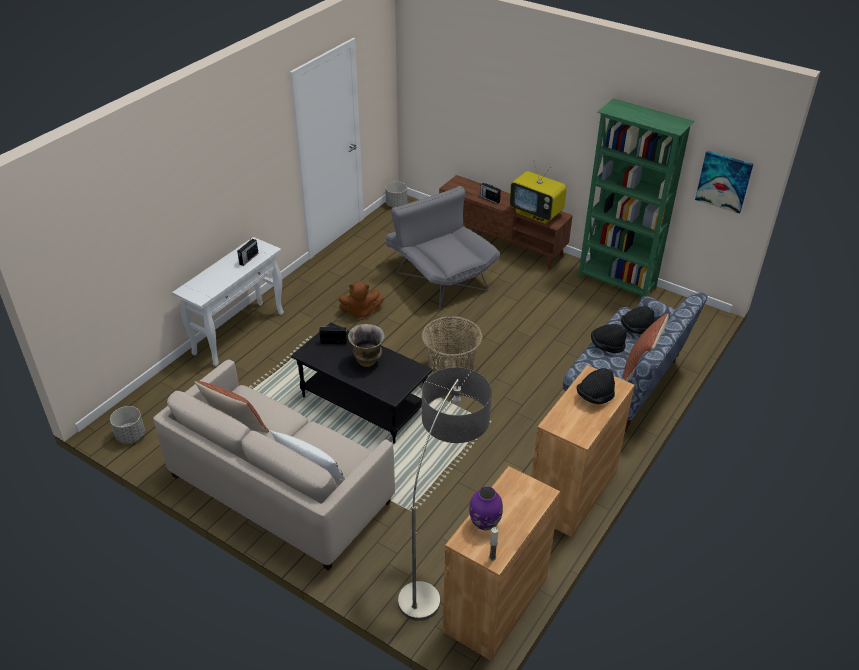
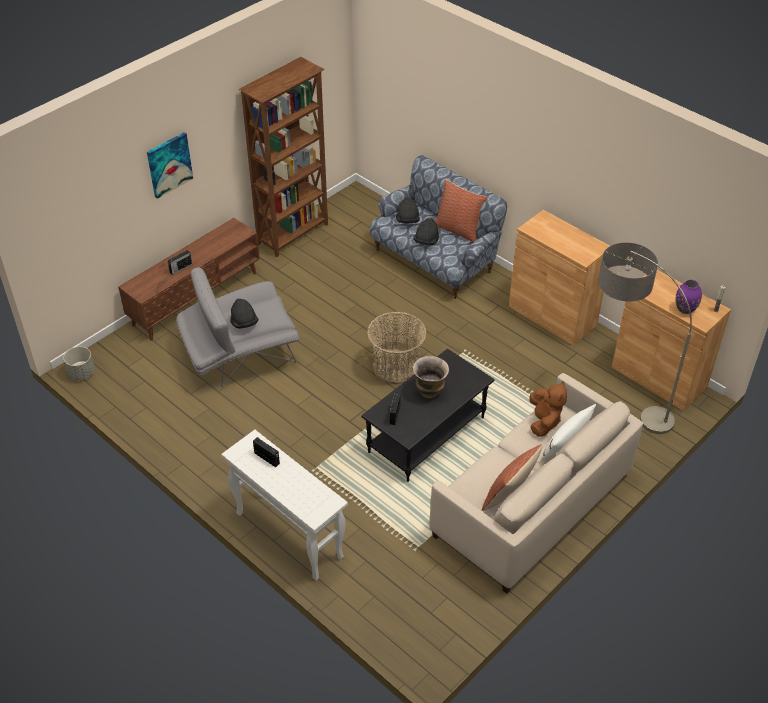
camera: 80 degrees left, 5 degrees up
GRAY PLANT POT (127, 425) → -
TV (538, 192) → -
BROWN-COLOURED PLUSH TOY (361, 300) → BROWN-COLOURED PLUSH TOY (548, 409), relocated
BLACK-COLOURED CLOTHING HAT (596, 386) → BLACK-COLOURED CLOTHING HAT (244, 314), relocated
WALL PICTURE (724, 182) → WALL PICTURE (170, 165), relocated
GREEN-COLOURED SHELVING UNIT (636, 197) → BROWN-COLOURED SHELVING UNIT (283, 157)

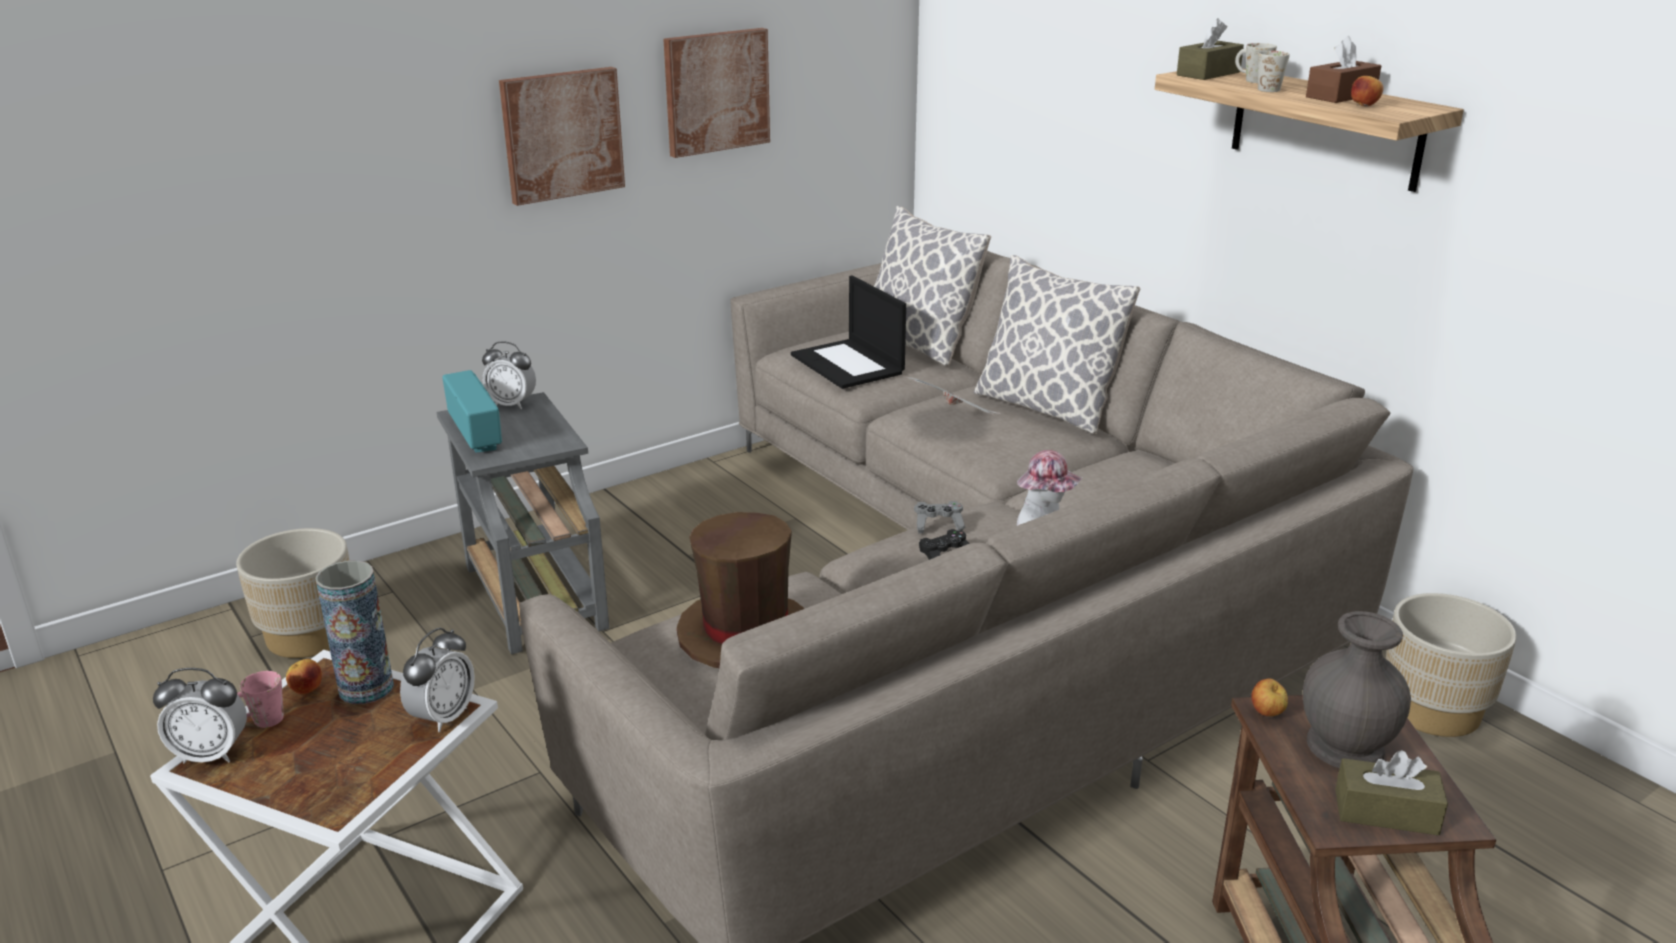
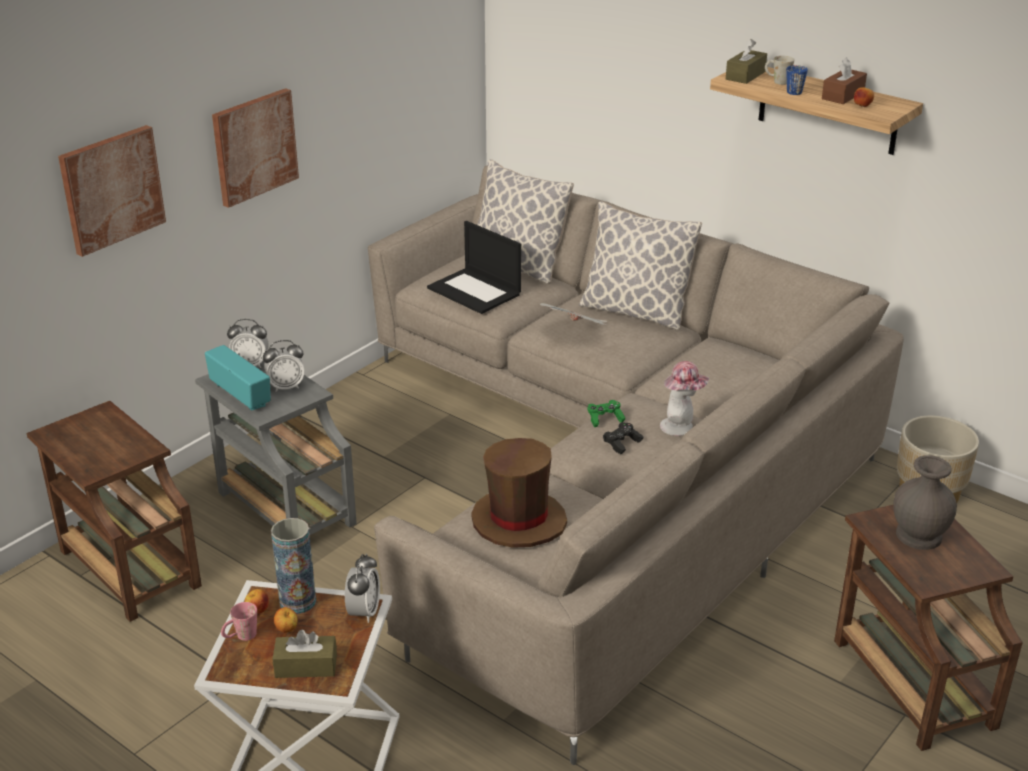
camera: 15 degrees left, 5 degrees up
BEDSIDE CLOCK (200, 716) → BEDSIDE CLOCK (284, 366), relocated
WALL PICTURE (716, 93) → WALL PICTURE (112, 191), relocated
APPLE FRUIT (1269, 697) → APPLE FRUIT (286, 620), relocated
BROWN-COLOURED TISSUE HOLDER (1391, 792) → BROWN-COLOURED TISSUE HOLDER (305, 654), relocated
SAND-COLOURED PLANT POT (292, 593) → BROWN-COLOURED END TABLE (114, 511)
GRAY JOYPAD (939, 517) → GREEN-COLOURED JOYPAD (606, 413)
WHITE-COLOURED MUG (1274, 71) → BLUE MUG (797, 80)

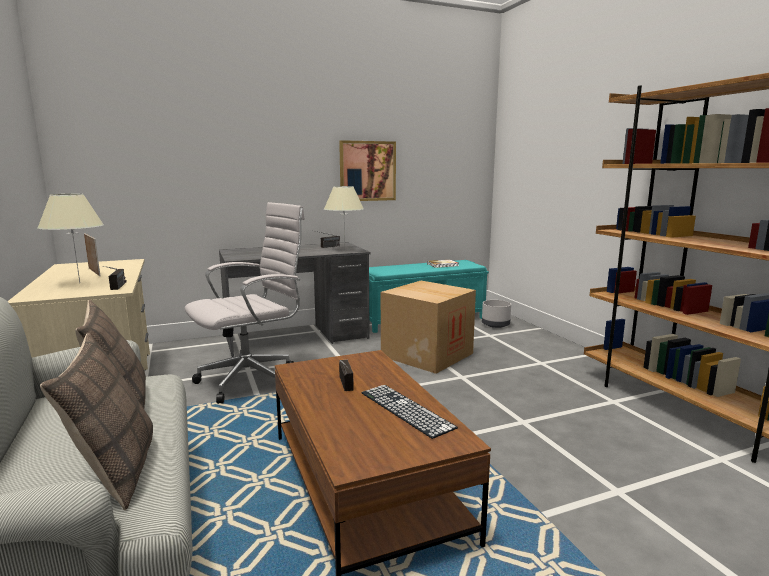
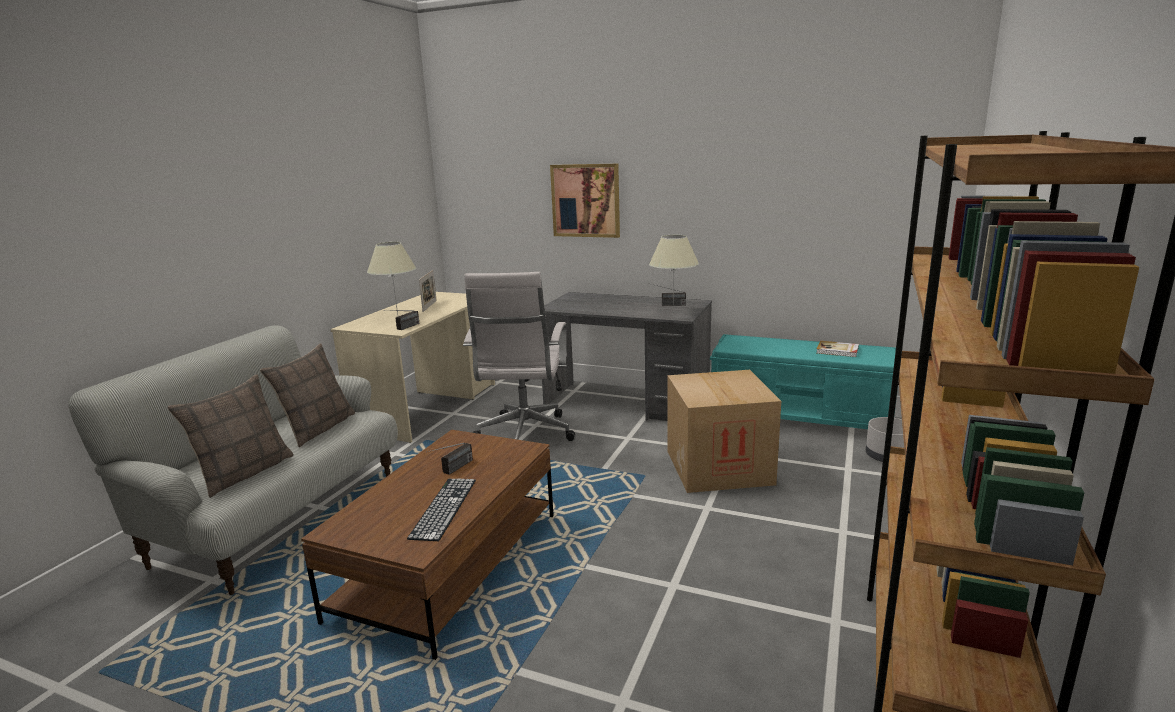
camera: 45 degrees right, 5 degrees up
WALL PICTURE (367, 170) → WALL PICTURE (585, 201), relocated
WHITE-COLOURED COMPUTER CHAIR (245, 303) → WHITE-COLOURED COMPUTER CHAIR (519, 356), 90 degrees clockwise

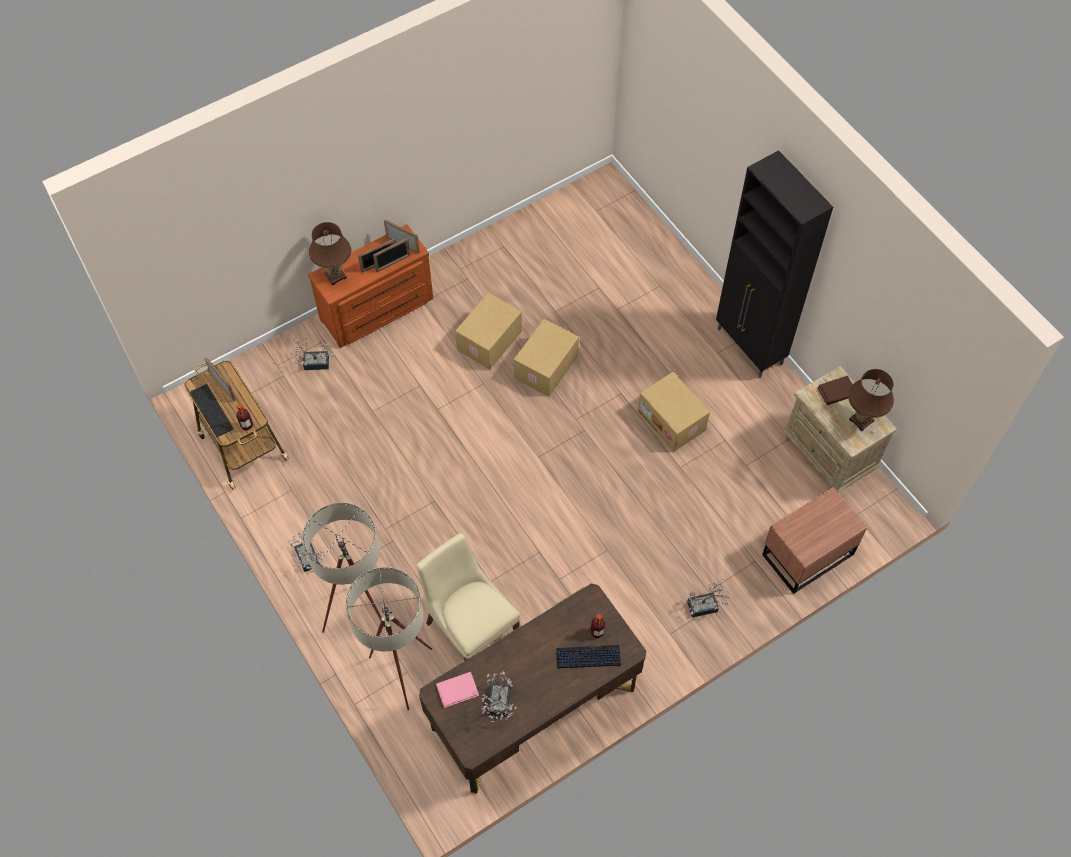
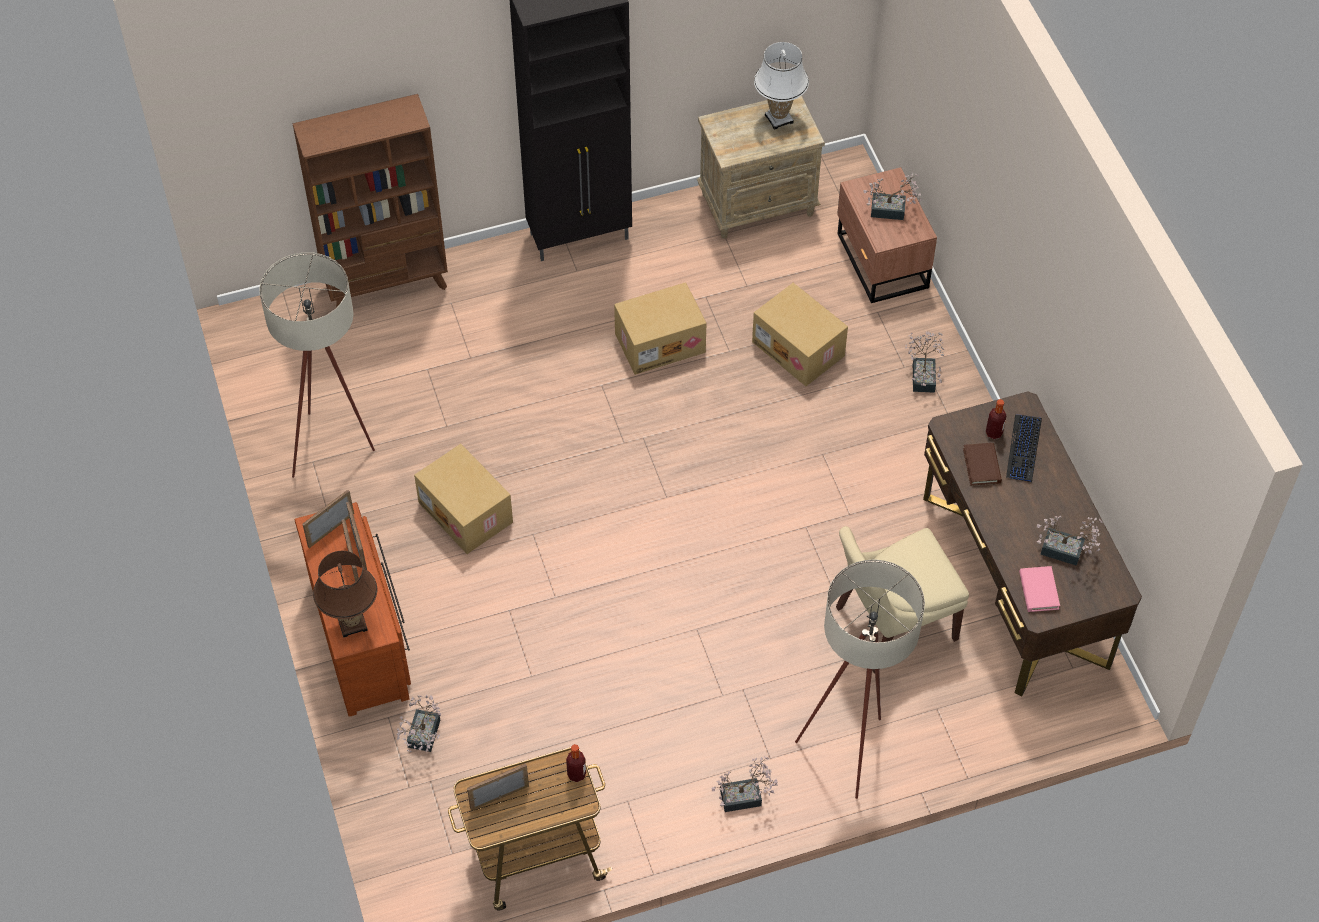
camera: 75 degrees left, 5 degrees down
COMPUTER KEYBOARD (211, 410) → -
- → BROWN-COLOURED SHELVING UNIT (370, 200)
- → POTTED PLANT (892, 196)
SAND-COLOURED STANDARD LAMP (388, 639) → SAND-COLOURED STANDARD LAMP (317, 365), relocated
PACKING BOX (546, 358) → PACKING BOX (800, 334), relocated
BROWN-COLOURED BOOK (835, 390) → BROWN-COLOURED BOOK (982, 464), relocated
BROWN-COLOURED LAMP FOR A TABLE (871, 400) → WHITE-COLOURED LAMP FOR A TABLE (781, 86)

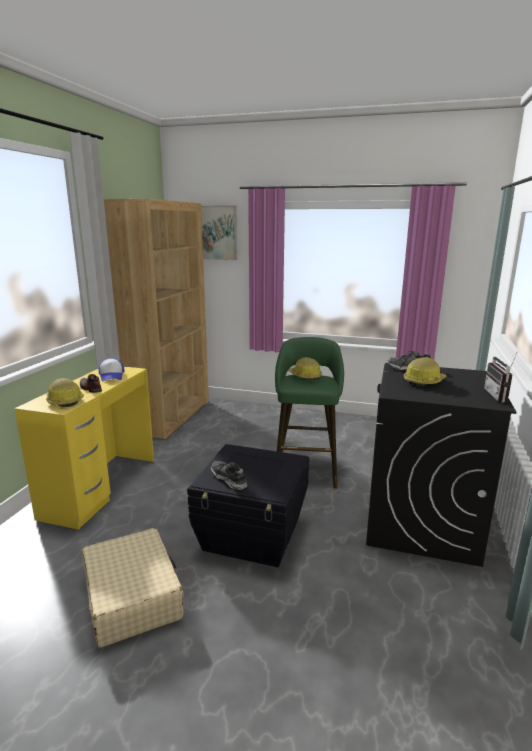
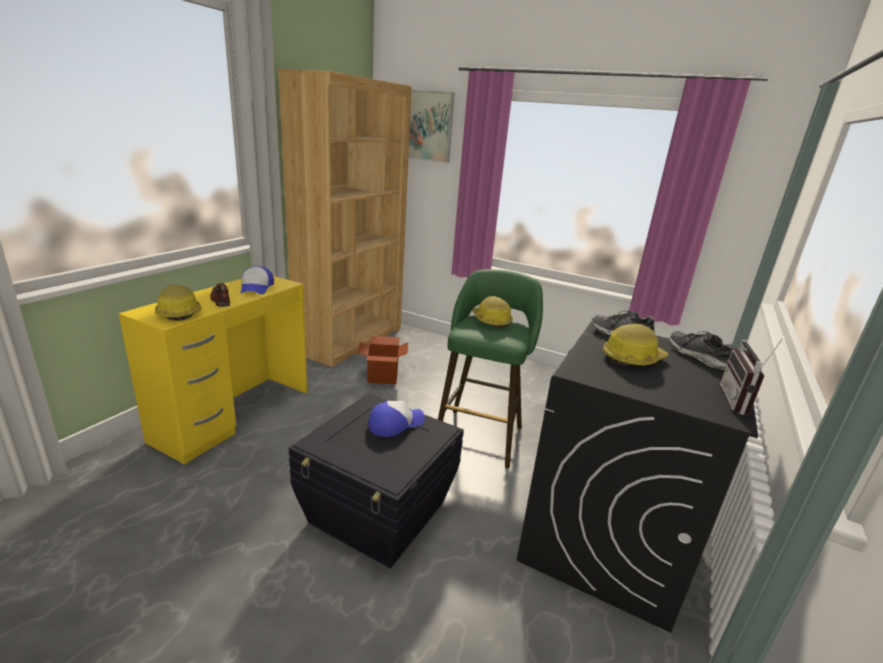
camera: 10 degrees right, 5 degrees up
SAND-COLOURED PIECE OF LUGGAGE (132, 588) → -
- → PACKING BOX (382, 360)
- → BASEBALL CAP (396, 419)
LOW SHOE (229, 475) → LOW SHOE (701, 350), relocated

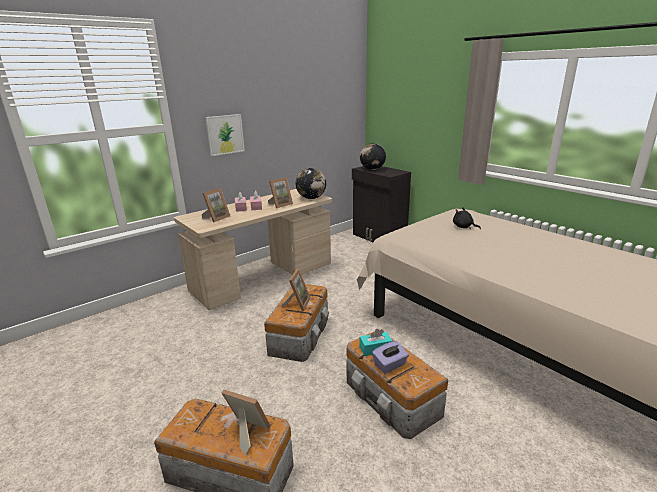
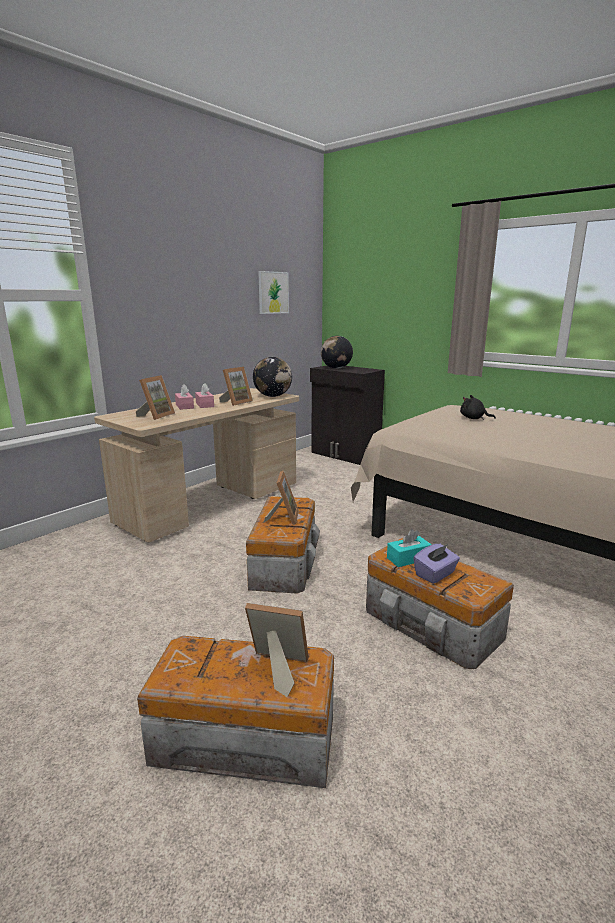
camera: 10 degrees left, 5 degrees down
WALL PICTURE (225, 135) → WALL PICTURE (273, 292), relocated

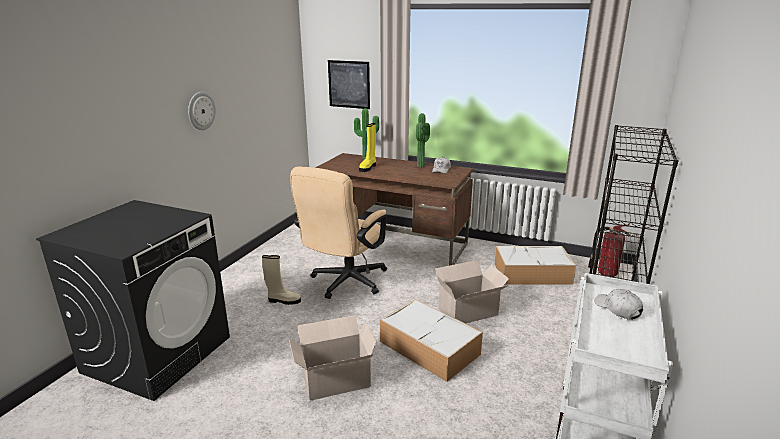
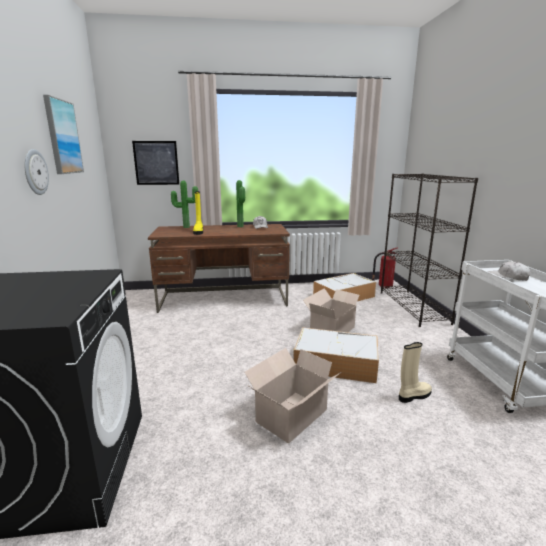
camera: 30 degrees left, 5 degrees down
SAND-COLOURED COMPUTER CHAIR (338, 232) → -
- → WALL PICTURE (63, 134)
SAND-COLOURED TALL BOOT (281, 280) → SAND-COLOURED TALL BOOT (415, 372), relocated

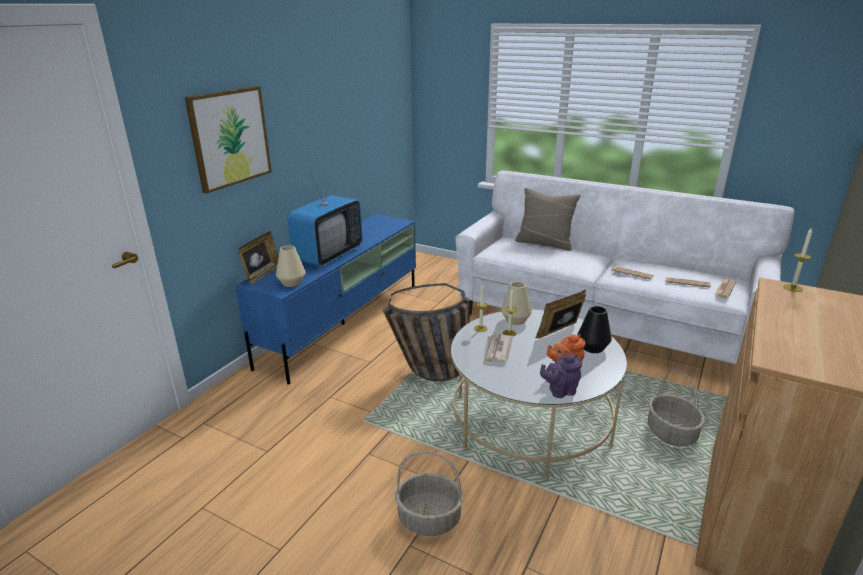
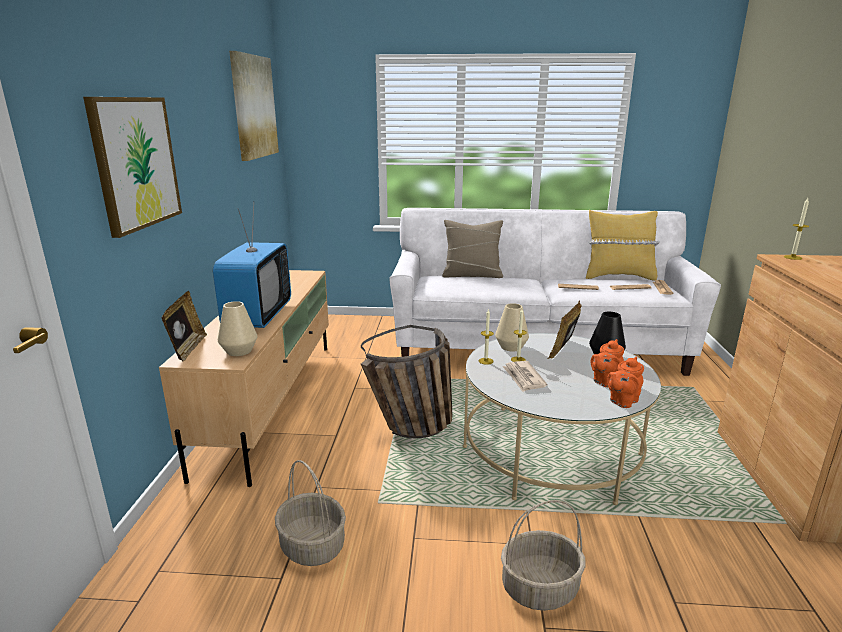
camera: 25 degrees left, 5 degrees down
- → WALL PICTURE (254, 106)
- → YELLOW-COLOURED THROW PILLOW (623, 245)
BASKET (676, 408) → BASKET (310, 513), relocated
BLUE TV UNIT (325, 299) → SAND-COLOURED TV UNIT (244, 378)
PURPLE POT FOR TEA (561, 376) → ORANGE-COLOURED POT FOR TEA (625, 382)

